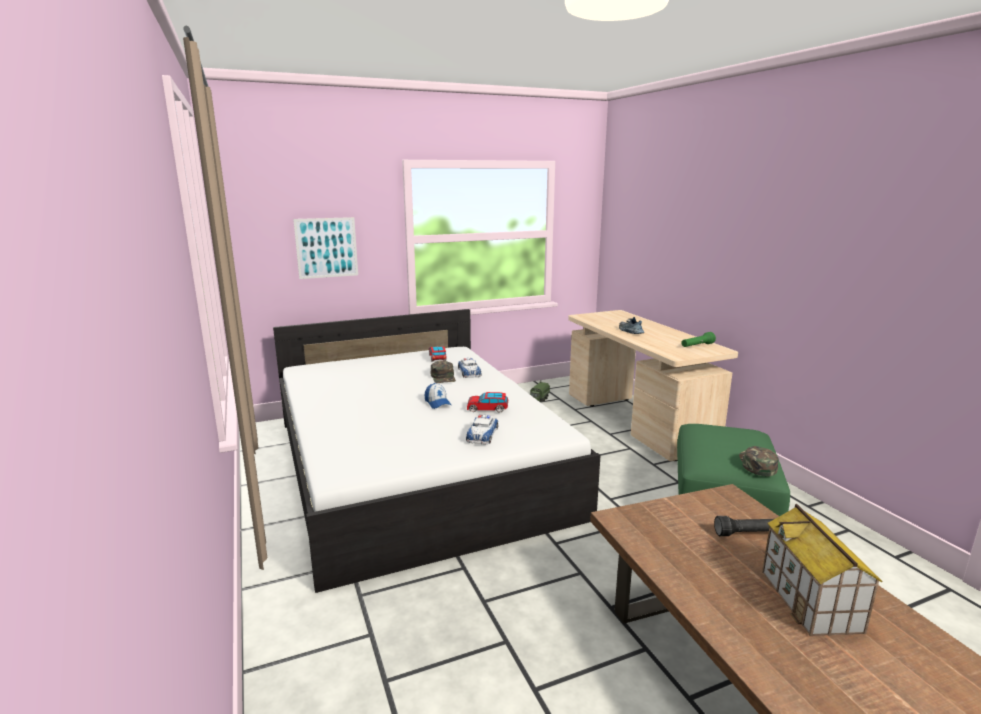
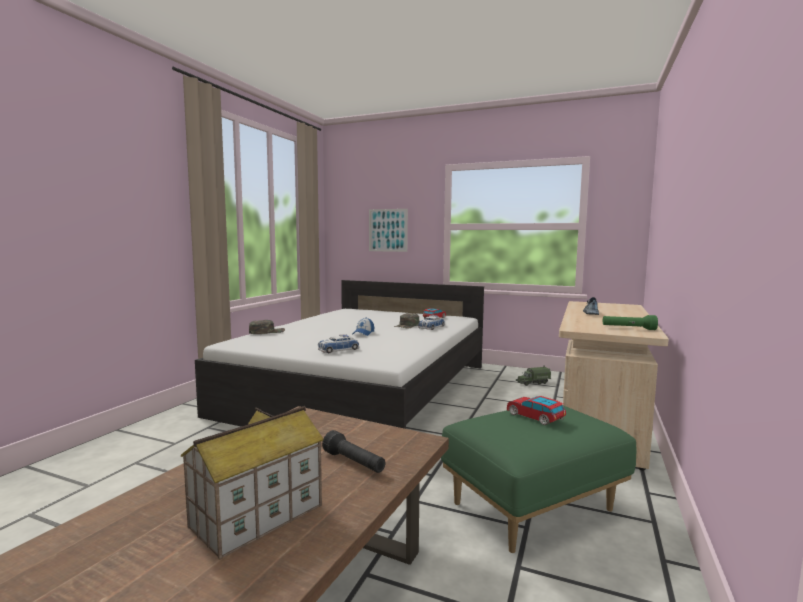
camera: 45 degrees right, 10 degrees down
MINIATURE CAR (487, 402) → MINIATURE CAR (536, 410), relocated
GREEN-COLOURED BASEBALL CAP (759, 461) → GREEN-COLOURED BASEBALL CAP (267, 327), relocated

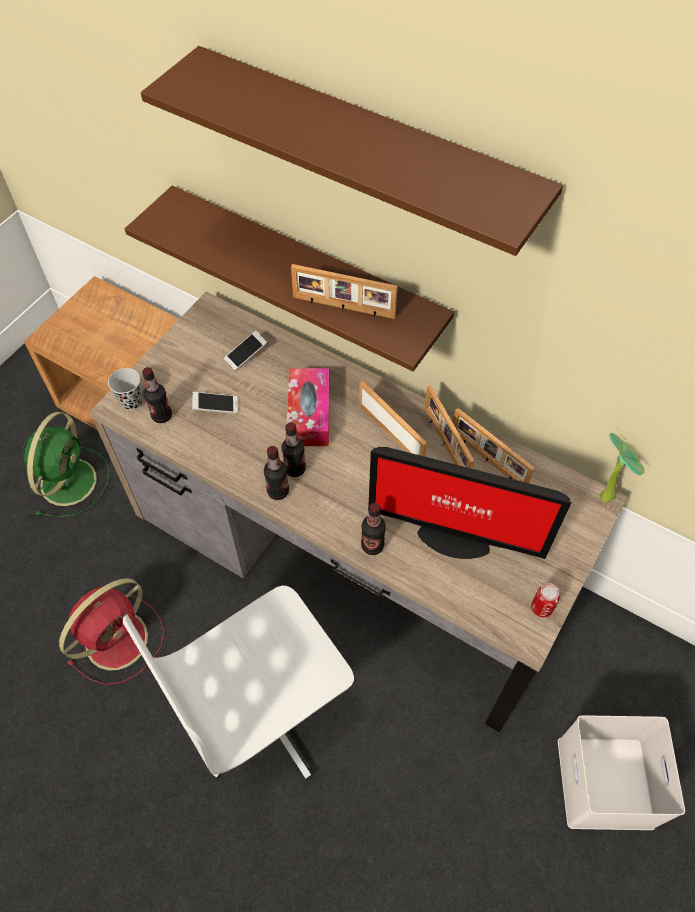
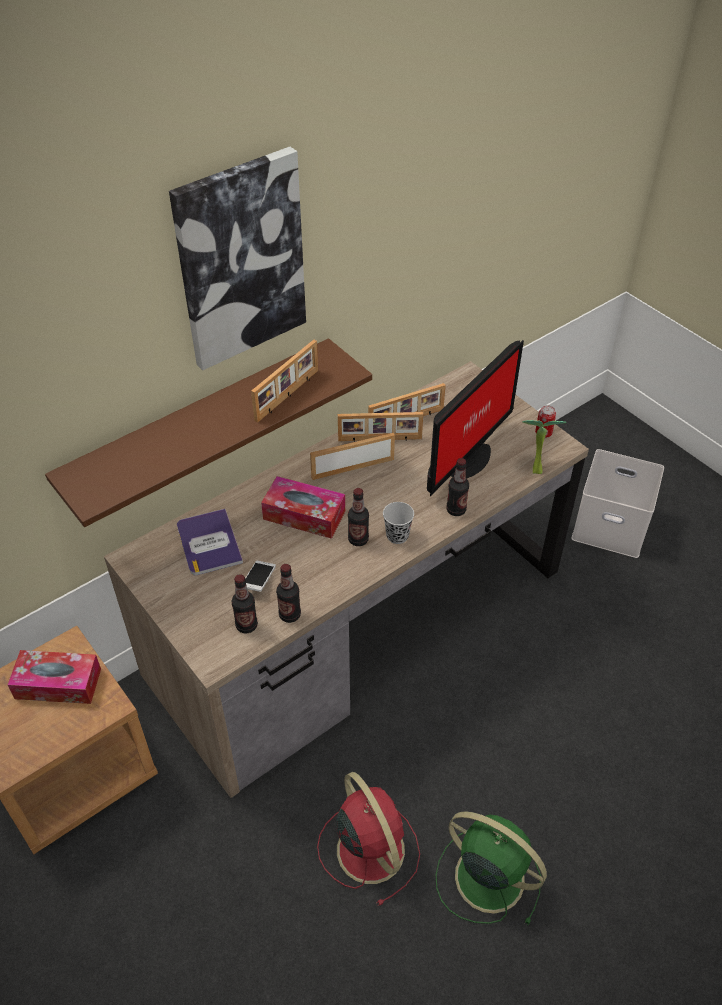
camera: 70 degrees left, 10 degrees down
WHITE-COLOURED COMPUTER CHAIR (238, 683) → -
- → TISSUE HOLDER (54, 677)
GREEN-COLOURED ELECTRIC FAN (66, 464) → GREEN-COLOURED ELECTRIC FAN (491, 868), relocated
BLACK-COLOURED CUP (125, 389) → BLACK-COLOURED CUP (398, 523), relocated
BOTTLE (276, 473) → BOTTLE (288, 593), relocated
POTTED PLANT (622, 468) → POTTED PLANT (544, 447), relocated
BROWN-COLOURED BRACKET SHELF (352, 151) → WALL PICTURE (237, 258)
TELEPHONE (246, 351) → BOOK (210, 542)

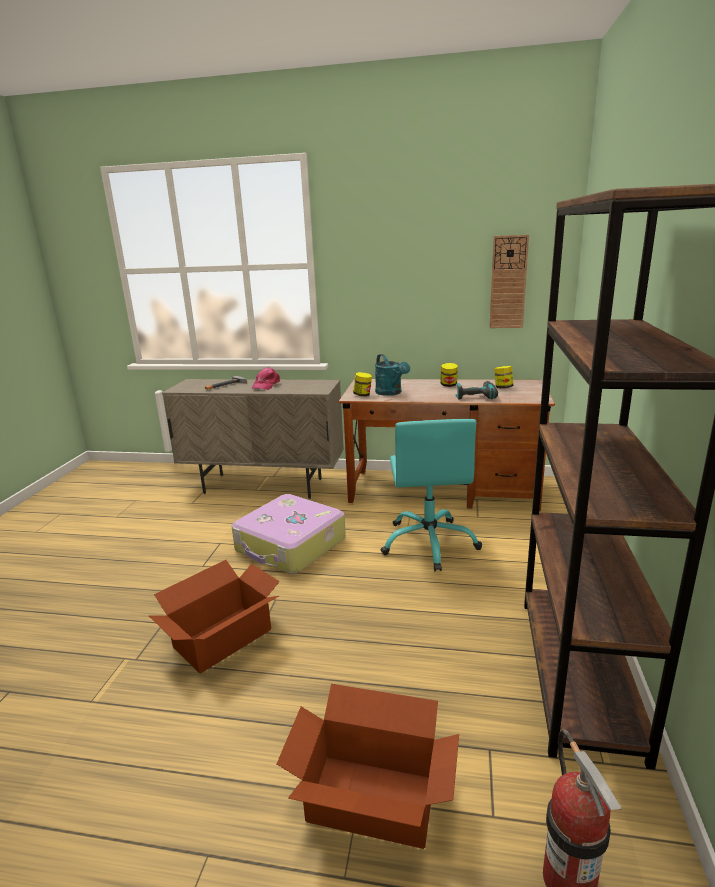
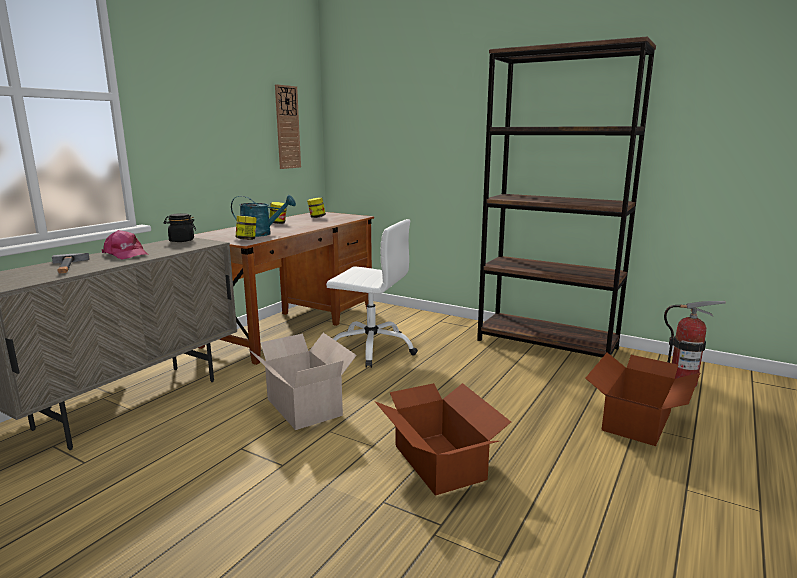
camera: 70 degrees left, 5 degrees down
ELECTRIC DRILL (477, 390) → -
- → BLACK-COLOURED JAR (180, 227)
PIECE OF LUGGAGE (289, 534) → PACKING BOX (302, 381)
TURQUOISE-COLOURED COMPUTER CHAIR (431, 495) → WHITE-COLOURED COMPUTER CHAIR (372, 293)

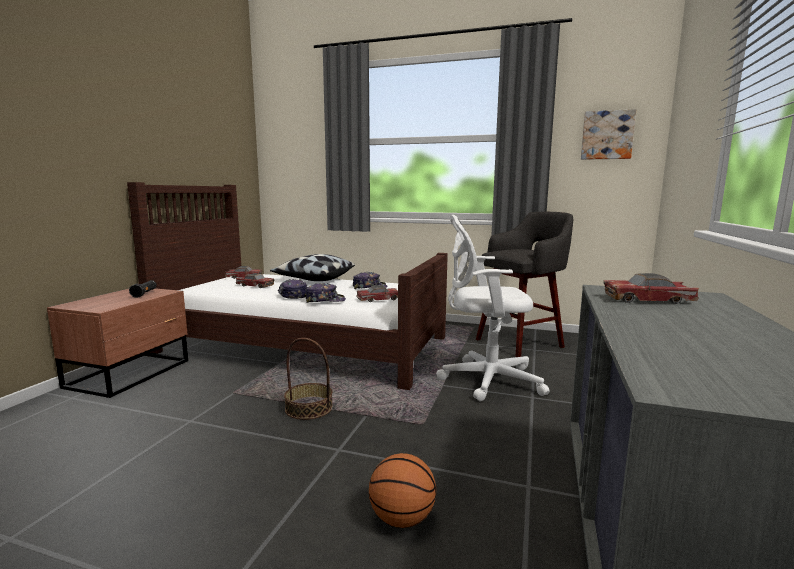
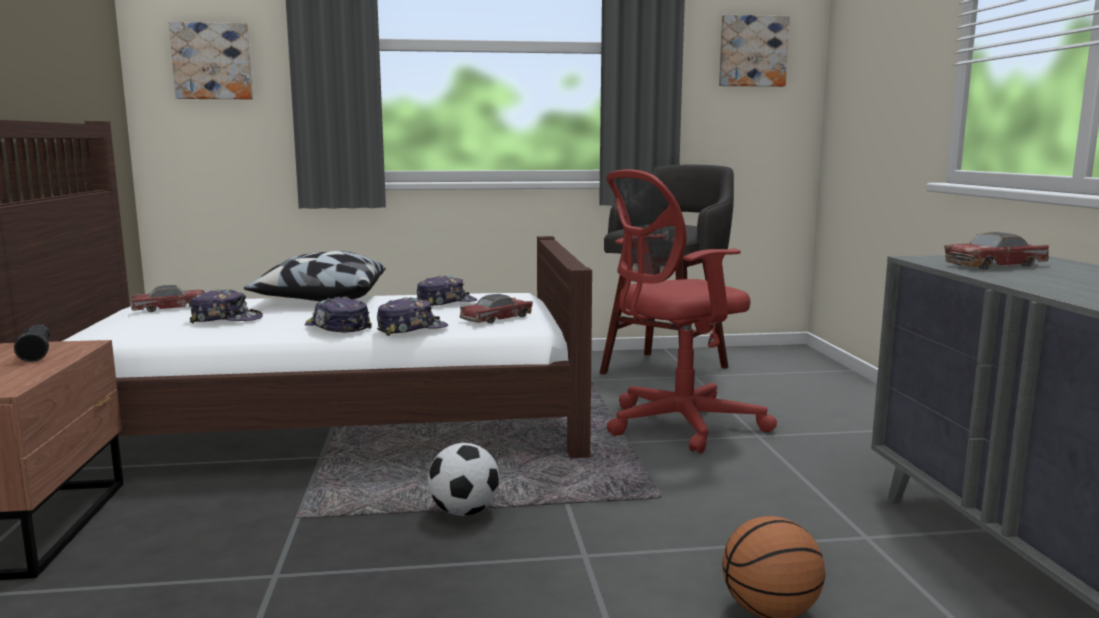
camera: 25 degrees left, 0 degrees up
- → WALL PICTURE (211, 60)
MINIATURE CAR (255, 280) → BASEBALL CAP (226, 306)
BASKET (308, 379) → FOOTBALL (464, 479)
WHITE-COLOURED COMPUTER CHAIR (492, 308) → RED COMPUTER CHAIR (691, 311)

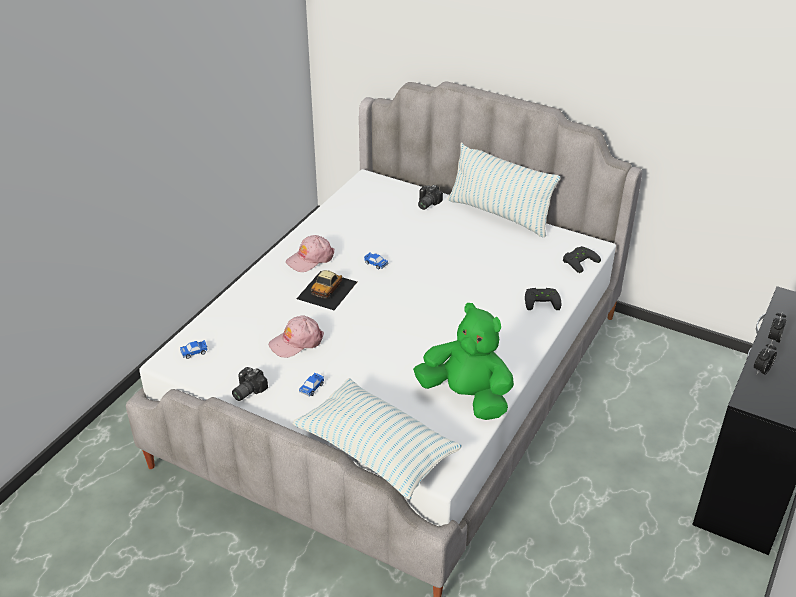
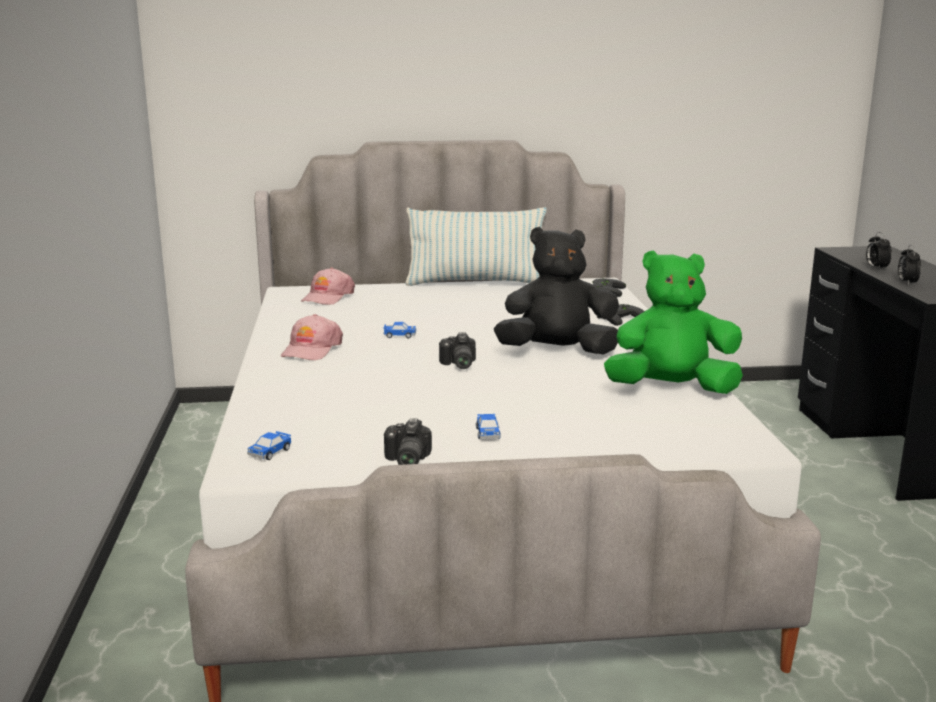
camera: 35 degrees left, 20 degrees down
THROW PILLOW (377, 438) → -
MINIATURE CAR (327, 290) → -
- → BLACK-COLOURED PLUSH TOY (556, 291)
PINK-COLOURED BASEBALL CAP (296, 336) → PINK-COLOURED BASEBALL CAP (328, 286), relocated
STILL CAMERA (430, 197) → STILL CAMERA (457, 350), relocated

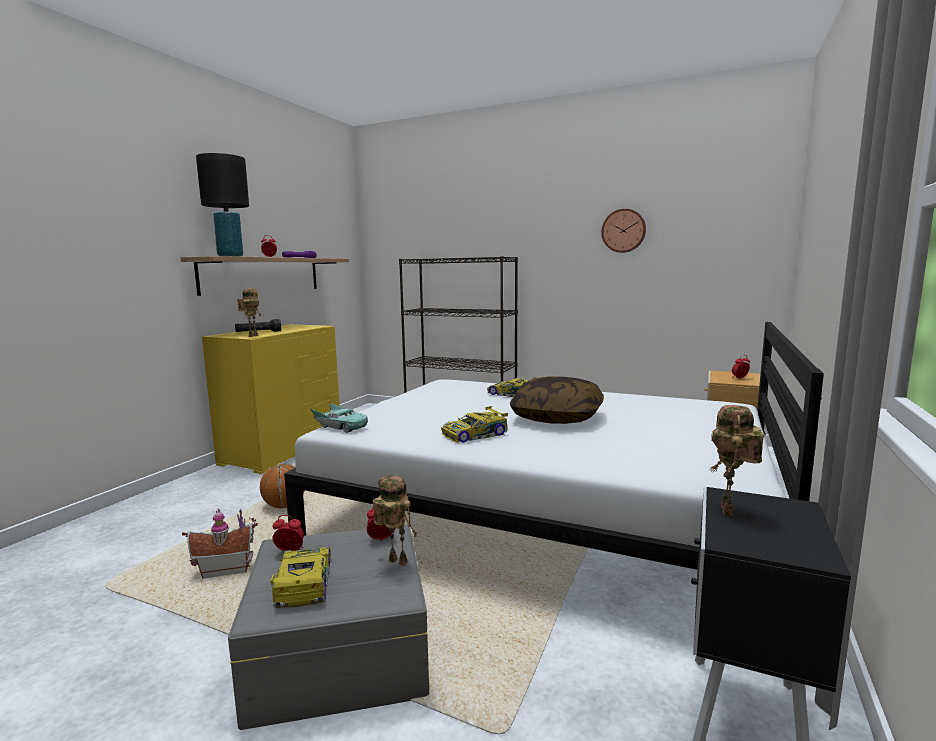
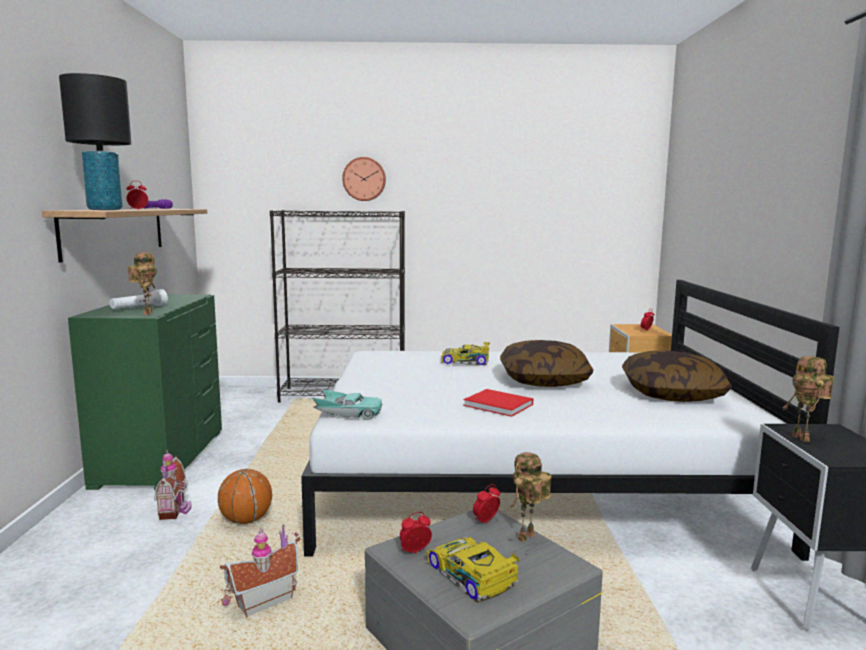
camera: 25 degrees left, 0 degrees up
- → TOY HOUSE (173, 485)
- → THROW PILLOW (677, 376)
WALL CLOCK (623, 231) → WALL CLOCK (364, 179), relocated
MINIATURE CAR (474, 424) → RED BOOK (498, 403)
YELLOW-COLOURED DRAWER CHEST (270, 399) → GREEN-COLOURED DRAWER CHEST (145, 392)
BLACK-COLOURED FLASHLIGHT (258, 325) → WHITE-COLOURED FLASHLIGHT (138, 299)
TOY ROBOT (395, 520) → TOY ROBOT (530, 497), 45 degrees counterclockwise

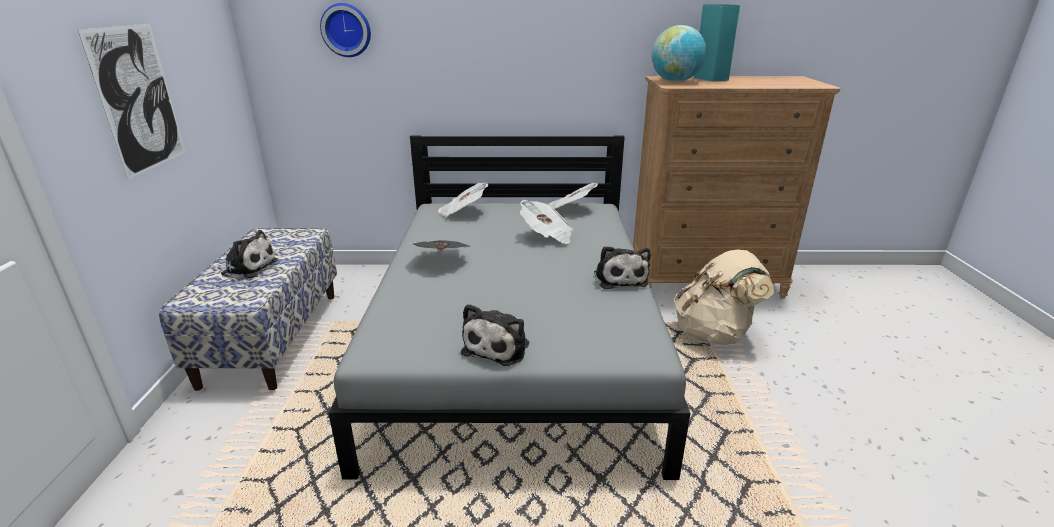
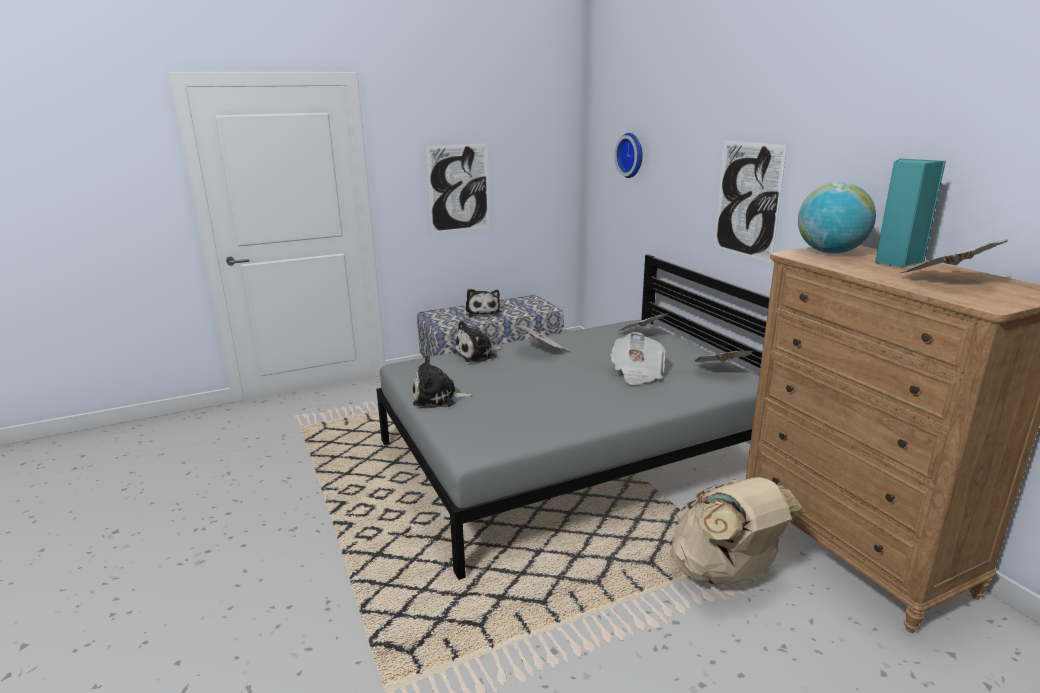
camera: 65 degrees right, 5 degrees down
- → WALL PICTURE (750, 201)
- → NEWSPAPER (954, 256)
PLUSH TOY (622, 267) → PLUSH TOY (477, 342), relocated

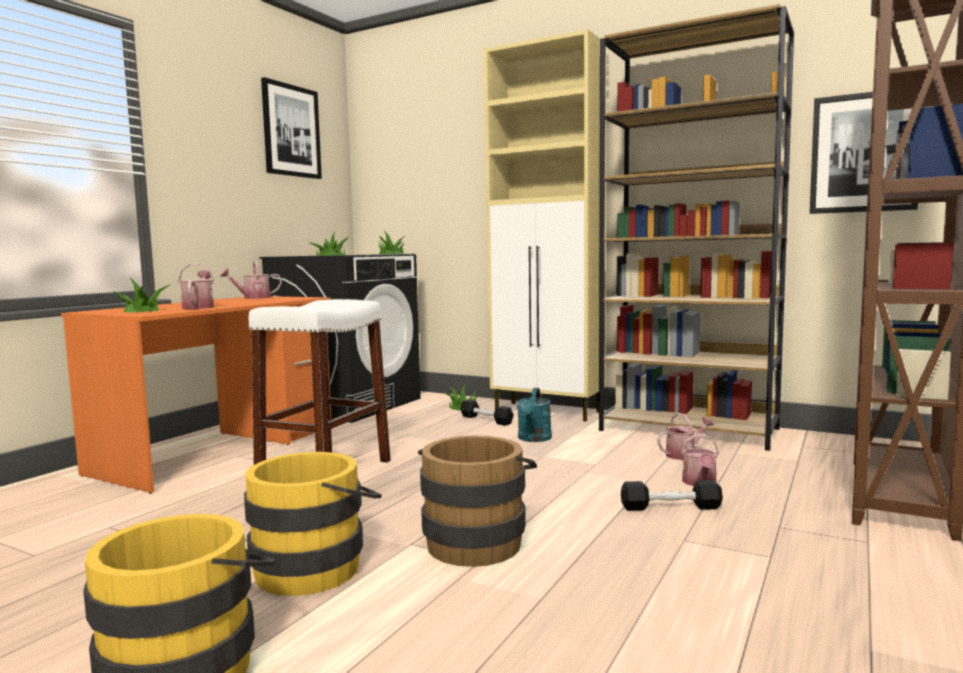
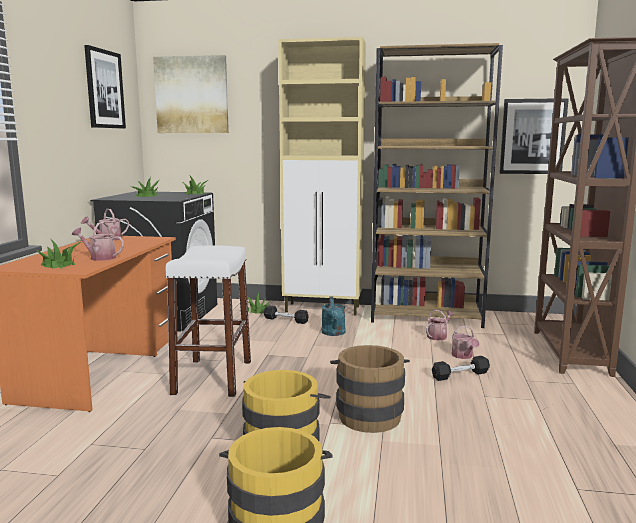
camera: 20 degrees left, 5 degrees up
- → WALL PICTURE (191, 94)
WATERING CAN (196, 286) → WATERING CAN (98, 241), 45 degrees counterclockwise

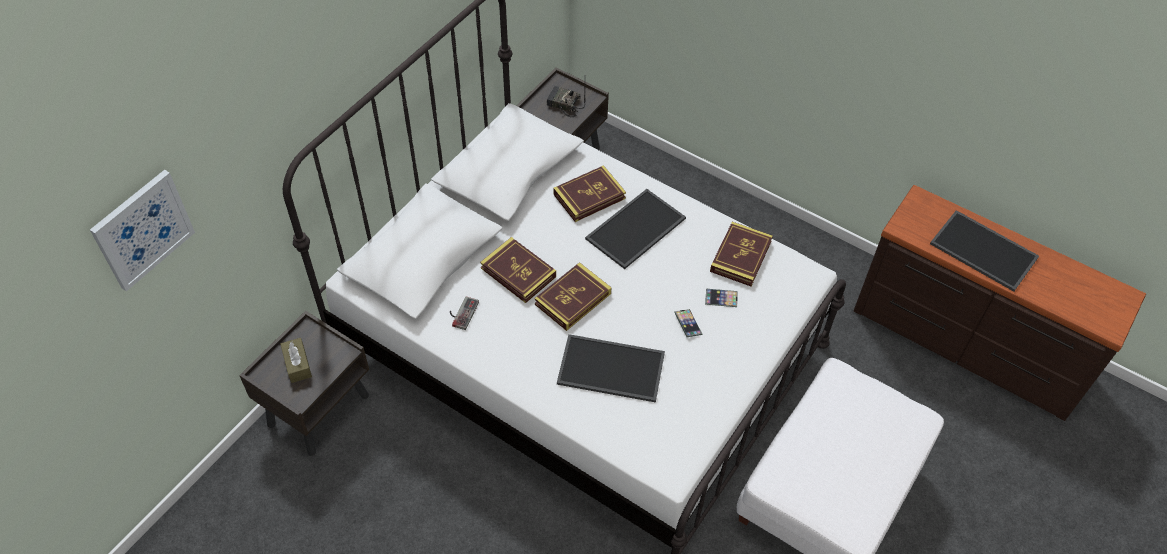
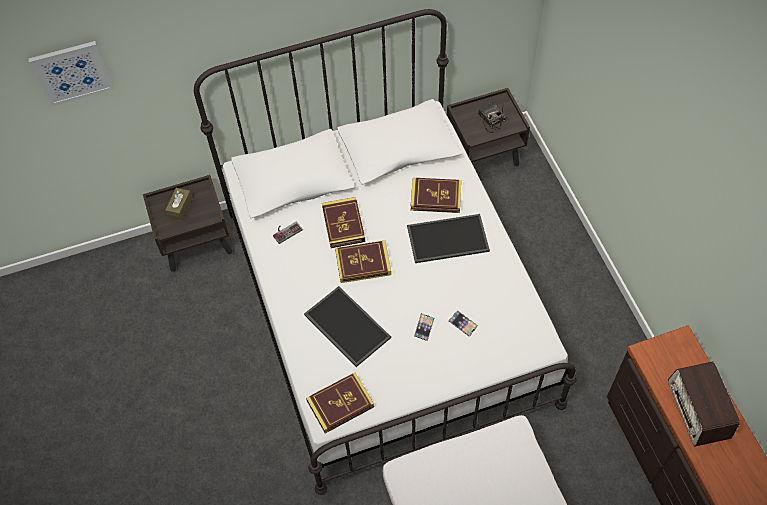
camera: 40 degrees right, 5 degrees up
BOOK (741, 254) → BOOK (340, 403), relocated
SERVING TRAY (984, 251) → RADIO RECEIVER (704, 404)

